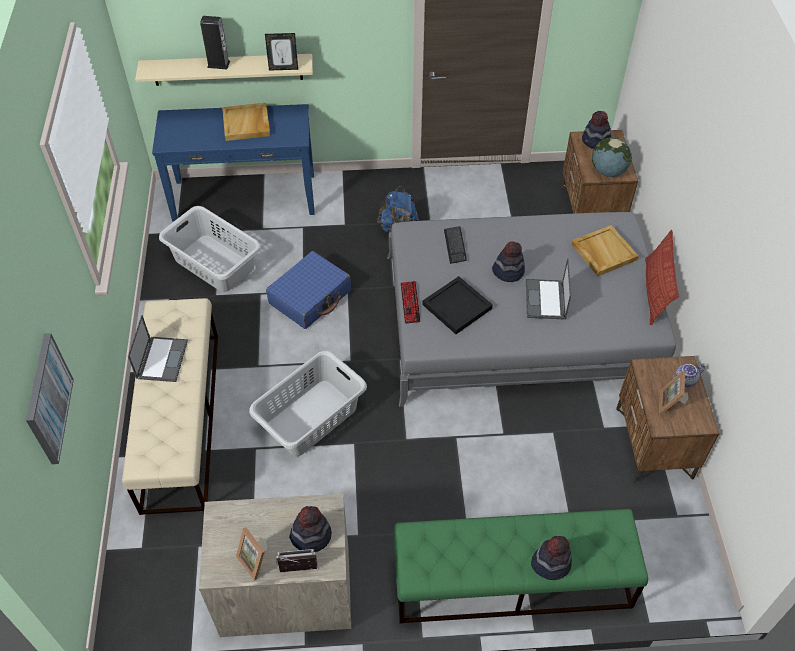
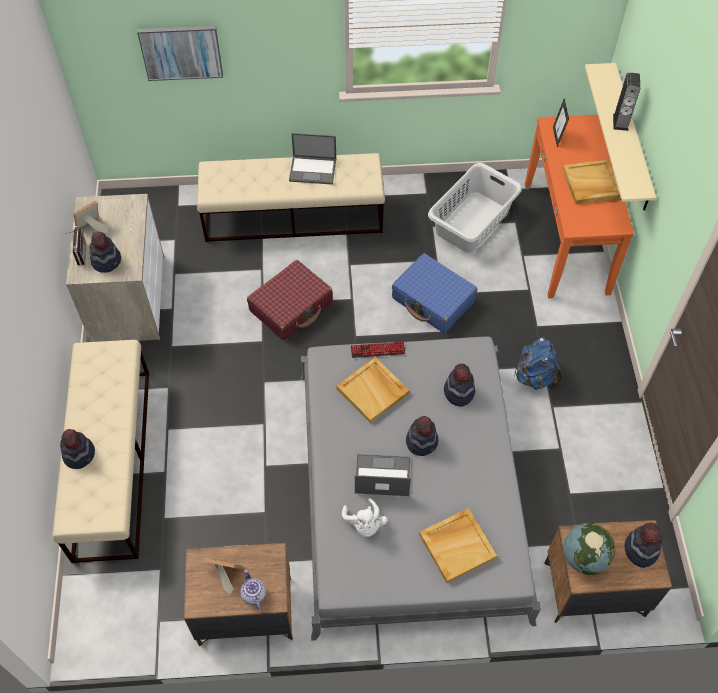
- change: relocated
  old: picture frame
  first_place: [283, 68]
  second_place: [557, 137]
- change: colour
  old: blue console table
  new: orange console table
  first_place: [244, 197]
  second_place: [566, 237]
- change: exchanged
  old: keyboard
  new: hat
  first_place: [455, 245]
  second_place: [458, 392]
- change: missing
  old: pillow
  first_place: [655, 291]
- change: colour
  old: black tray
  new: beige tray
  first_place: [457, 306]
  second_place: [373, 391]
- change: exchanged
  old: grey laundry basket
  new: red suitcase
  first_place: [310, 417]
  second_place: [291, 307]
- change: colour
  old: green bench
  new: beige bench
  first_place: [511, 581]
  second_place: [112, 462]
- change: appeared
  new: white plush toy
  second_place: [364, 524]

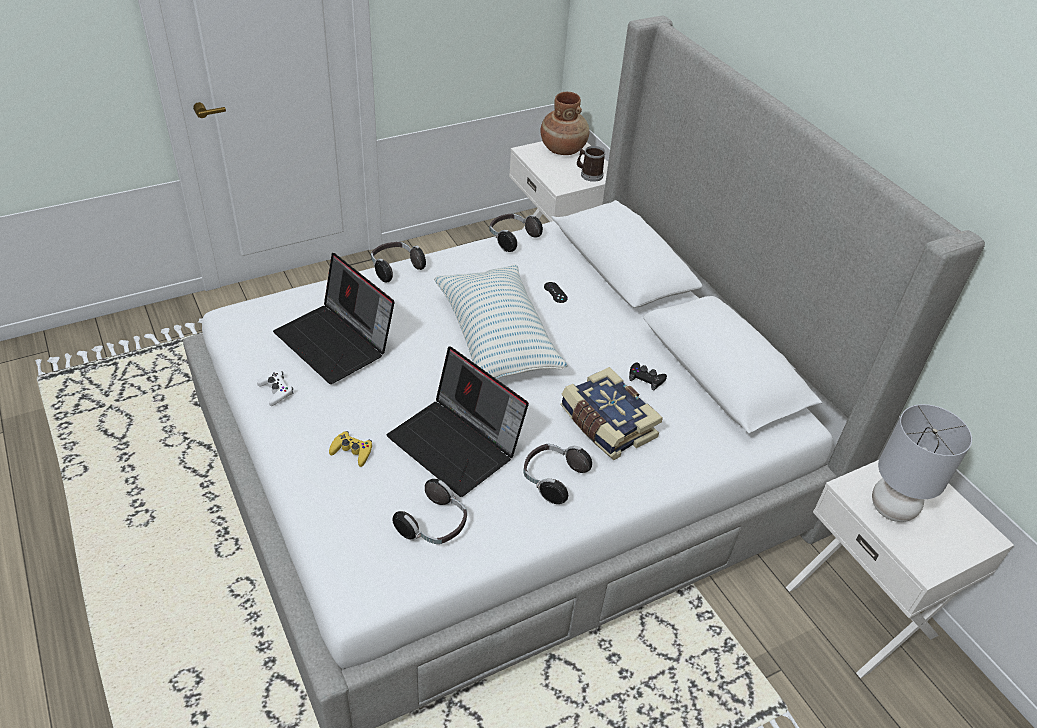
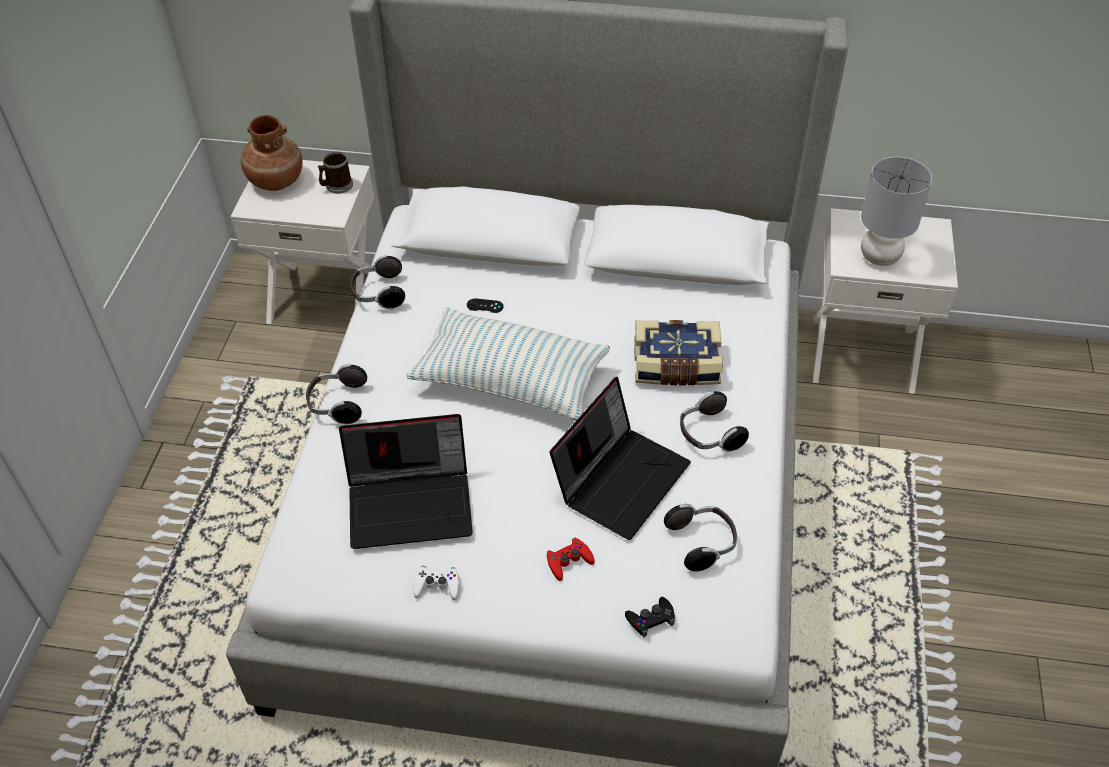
- change: spun
  old: laptop
  first_place: [457, 445]
  second_place: [621, 479]
  degrees: -45
- change: relocated
  old: black game controller
  first_place: [646, 379]
  second_place: [651, 619]
- change: colour
  old: yellow game controller
  new: red game controller
  first_place: [352, 451]
  second_place: [569, 561]

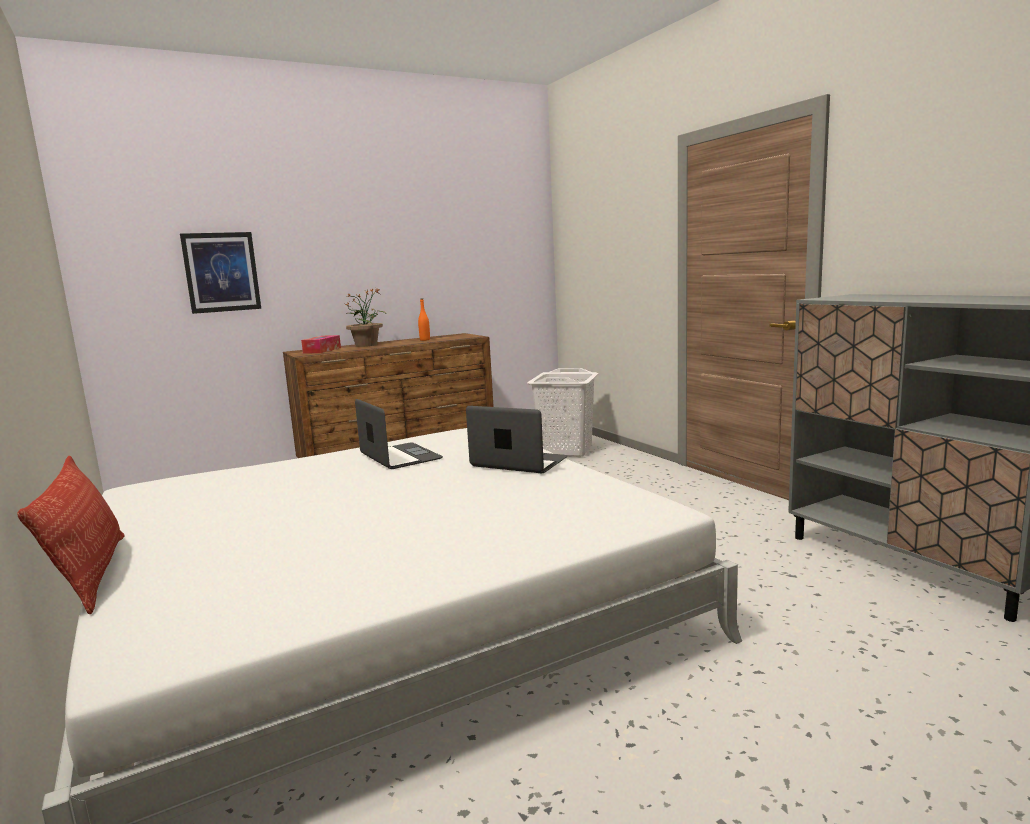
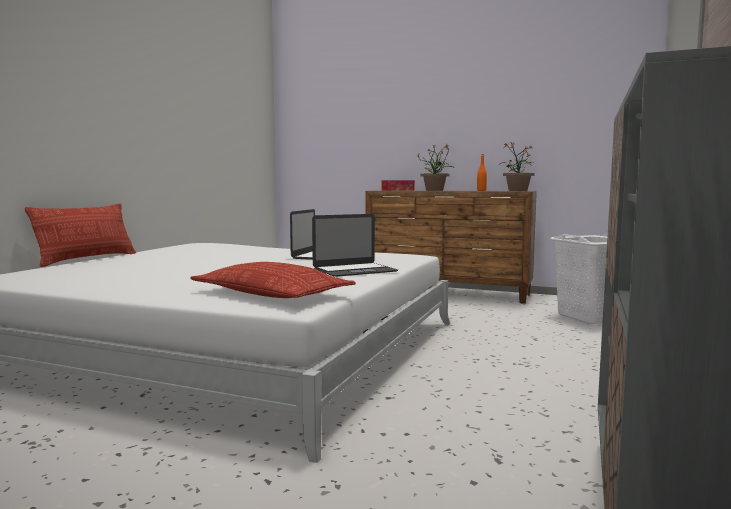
- change: missing
  old: picture
  first_place: [221, 272]
- change: spun
  old: laptop
  first_place: [519, 462]
  second_place: [355, 270]
  degrees: 75
- change: appeared
  new: potted plant
  second_place: [517, 190]
- change: appeared
  new: pillow
  second_place: [271, 293]

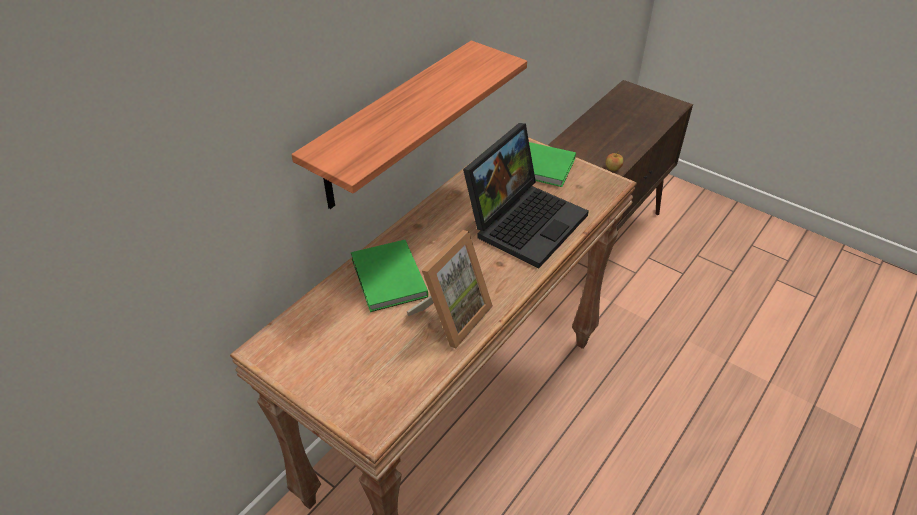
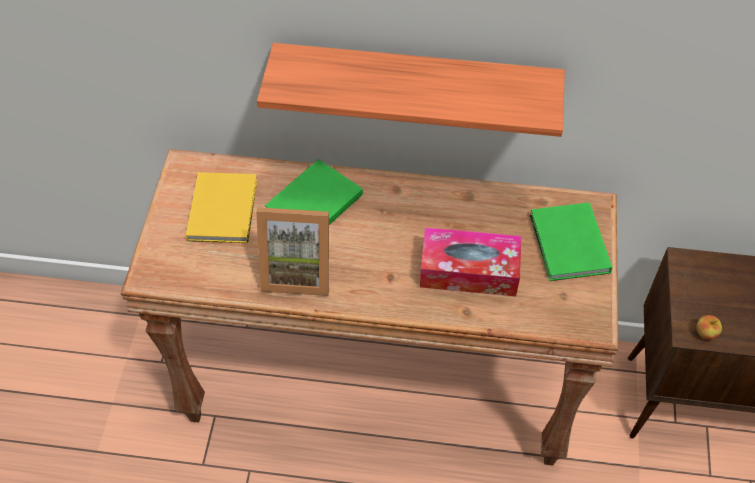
- change: exchanged
  old: laptop
  new: tissue box
  first_place: [525, 220]
  second_place: [469, 271]
- change: appeared
  new: yellow book
  second_place: [224, 208]

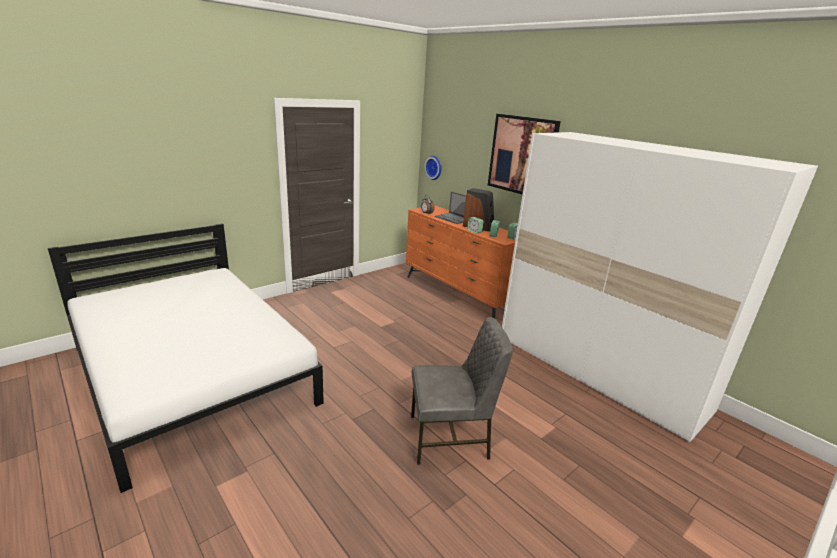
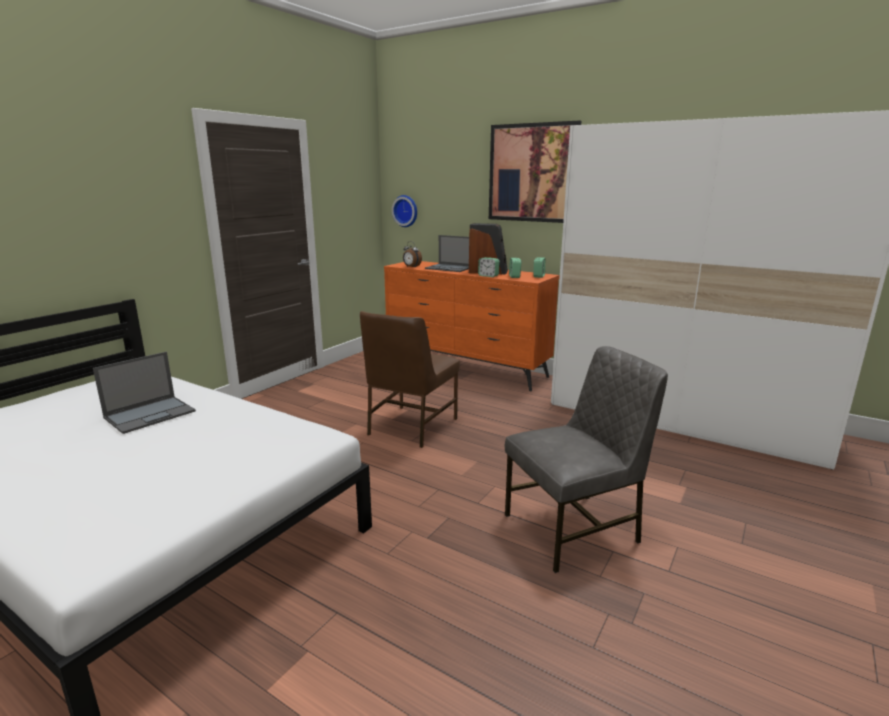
- change: appeared
  new: brown chair
  second_place: [411, 427]
- change: appeared
  new: laptop
  second_place: [151, 414]

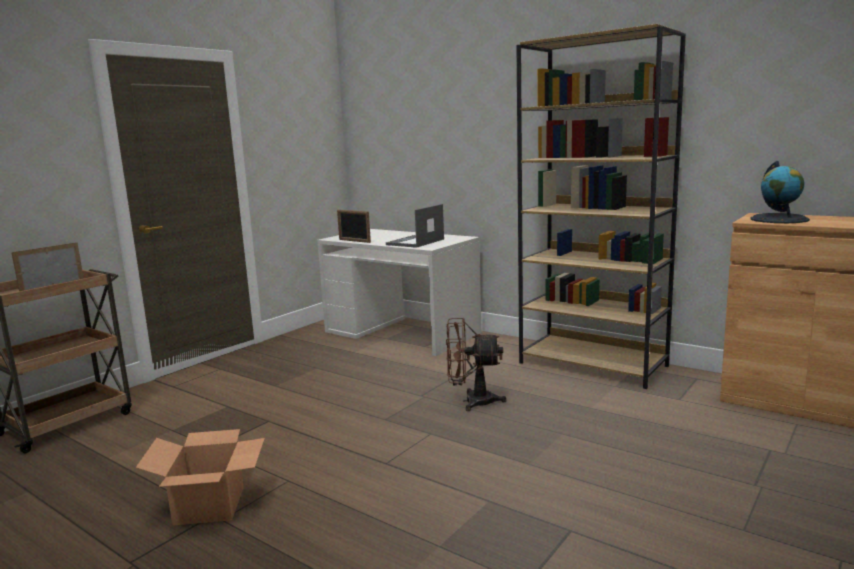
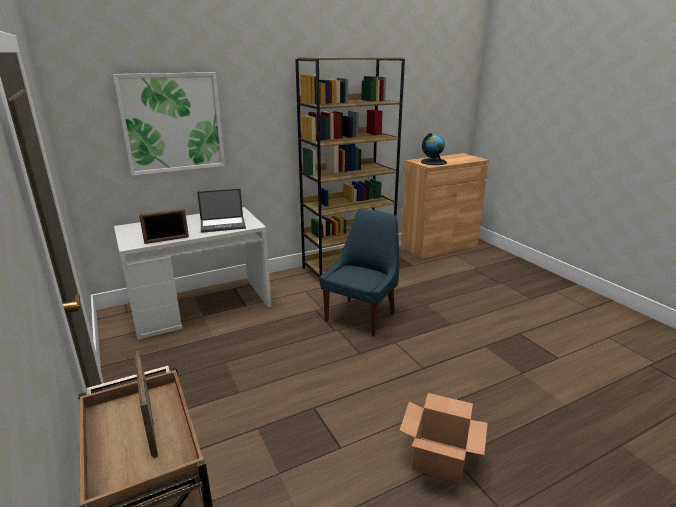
- change: spun
  old: laptop
  first_place: [415, 242]
  second_place: [223, 224]
  degrees: -75
- change: exchanged
  old: brown fan
  new: blue chair
  first_place: [471, 401]
  second_place: [361, 316]
- change: appeared
  new: picture
  second_place: [173, 123]

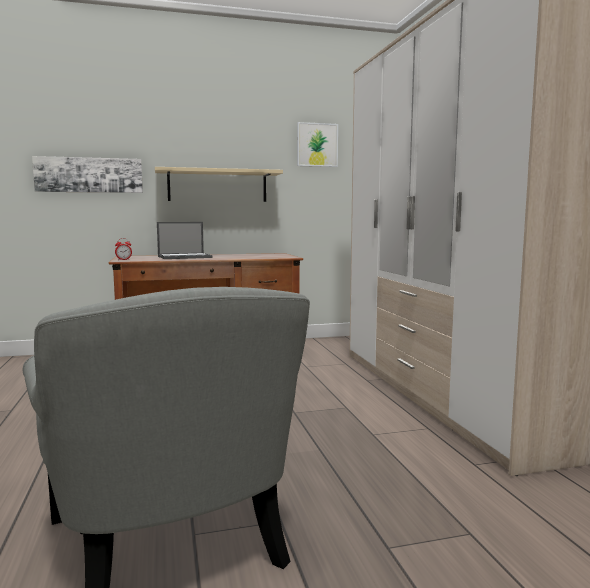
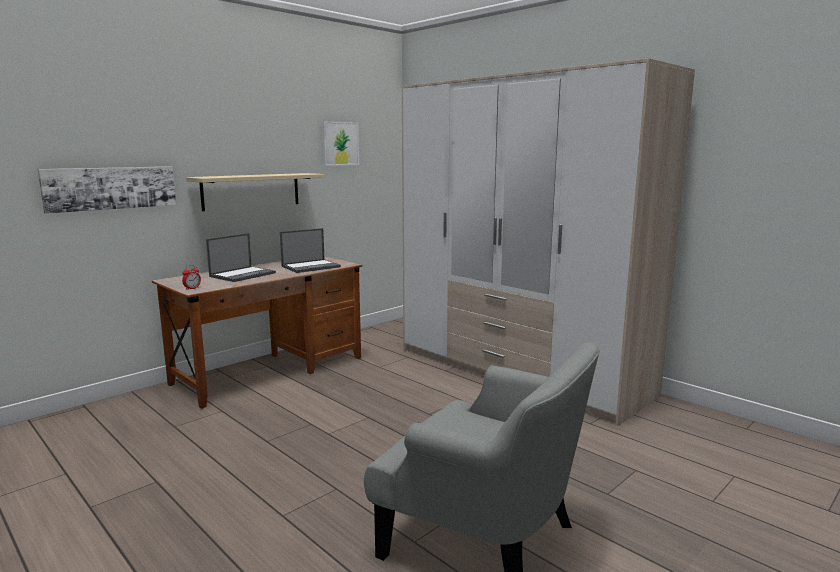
- change: appeared
  new: laptop
  second_place: [311, 266]

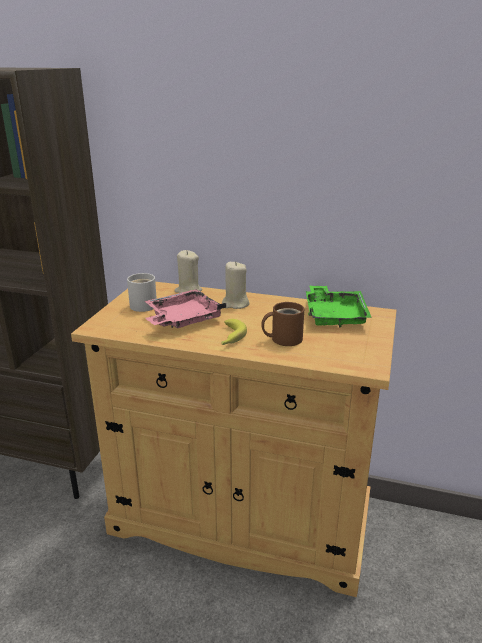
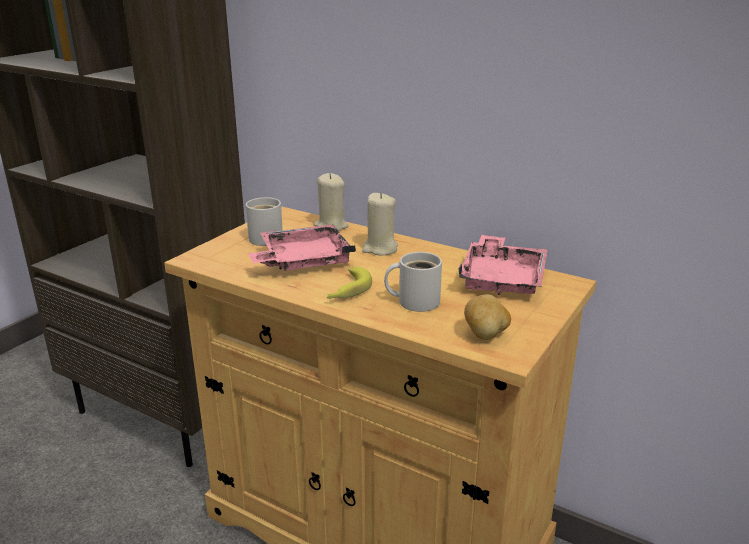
- change: colour
  old: green tray
  new: pink tray
  first_place: [334, 315]
  second_place: [502, 279]
- change: colour
  old: brown mug
  new: white mug
  first_place: [283, 338]
  second_place: [415, 301]
- change: appeared
  new: potato
  second_place: [485, 335]

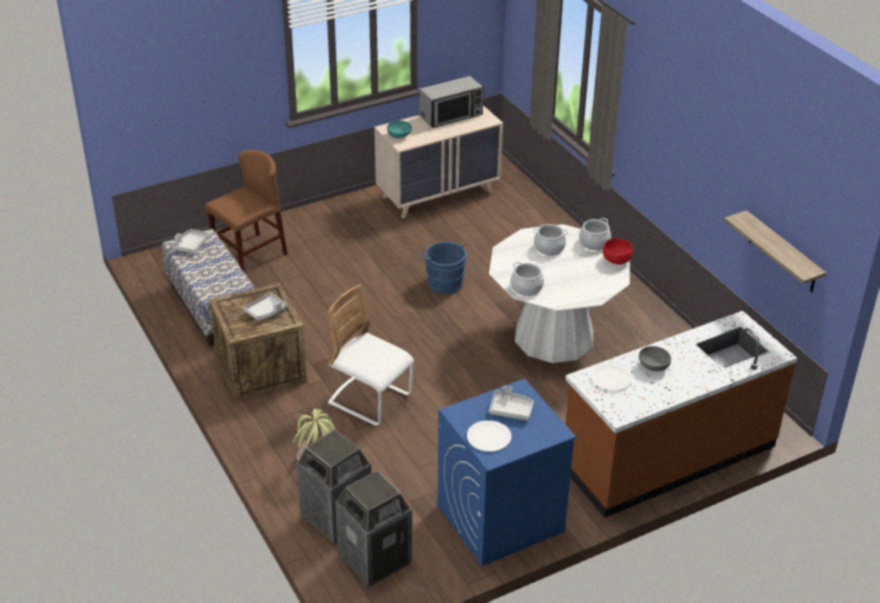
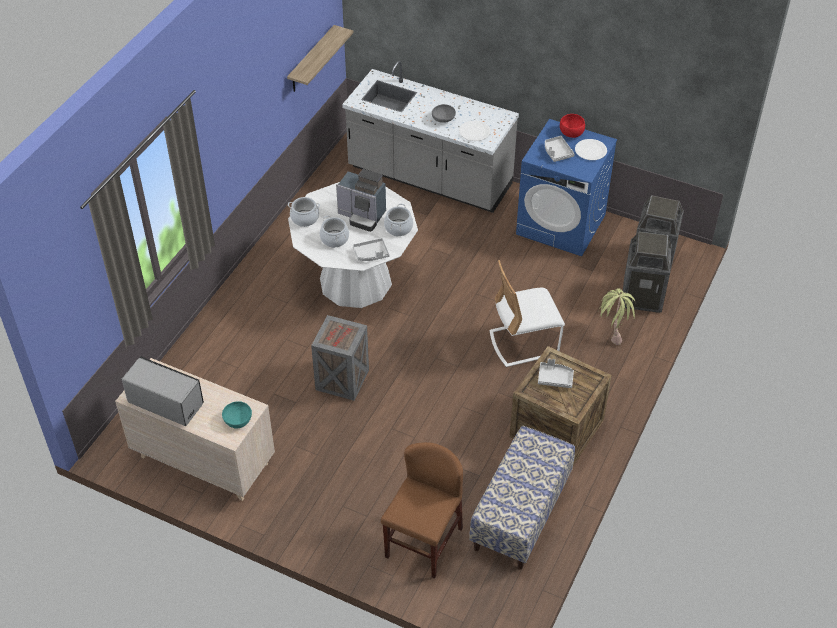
- change: spun
  old: brown chair
  first_place: [250, 255]
  second_place: [423, 543]
  degrees: 105
- change: relocated
  old: grey tray
  first_place: [191, 245]
  second_place: [371, 254]
- change: relocated
  old: red bowl
  first_place: [616, 260]
  second_place: [571, 133]
- change: exchanged
  old: blue bucket
  new: crate
  first_place: [444, 282]
  second_place: [343, 379]
- change: spun
  old: white chair
  first_place: [370, 400]
  second_place: [523, 343]
  degrees: 75
- change: colour
  old: brown counter
  new: grey counter
  first_place: [668, 455]
  second_place: [429, 178]
- change: appeared
  new: coffee machine
  second_place: [362, 215]

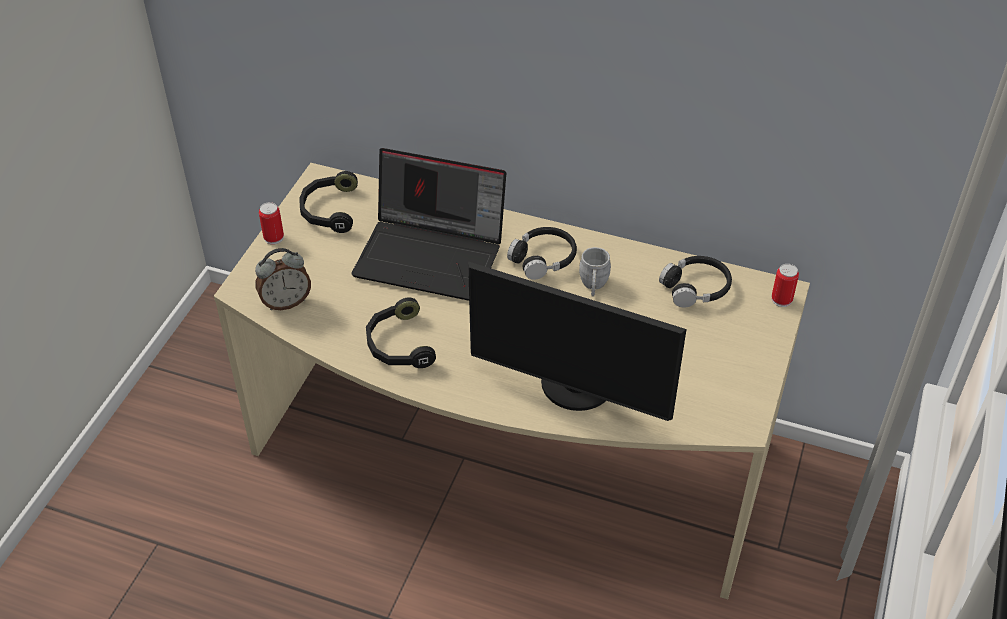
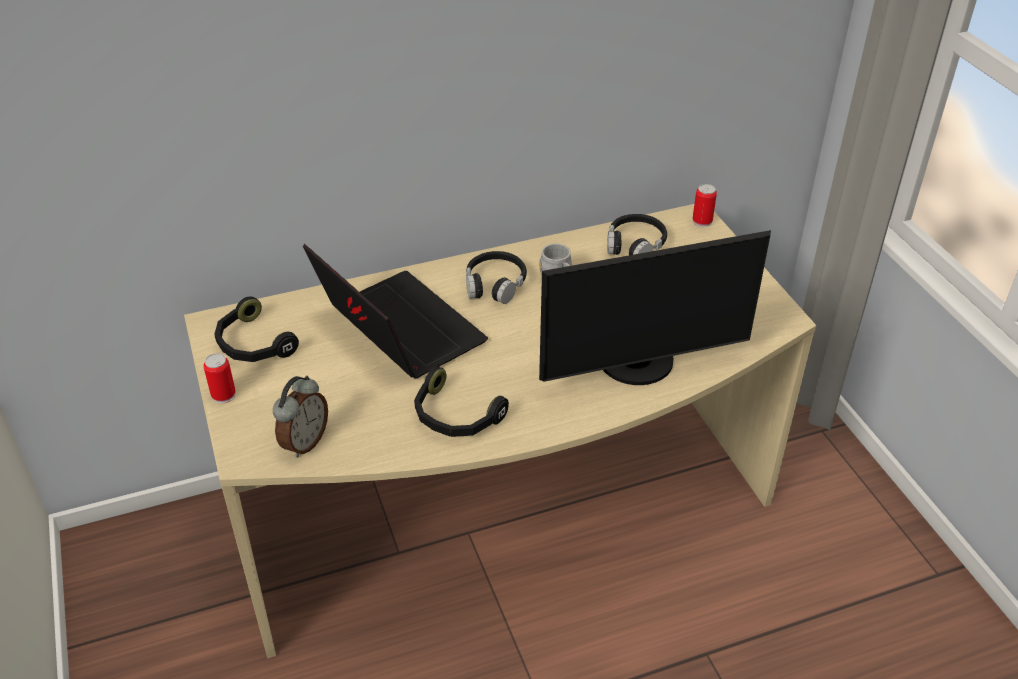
- change: spun
  old: laptop
  first_place: [432, 255]
  second_place: [397, 330]
  degrees: -105

